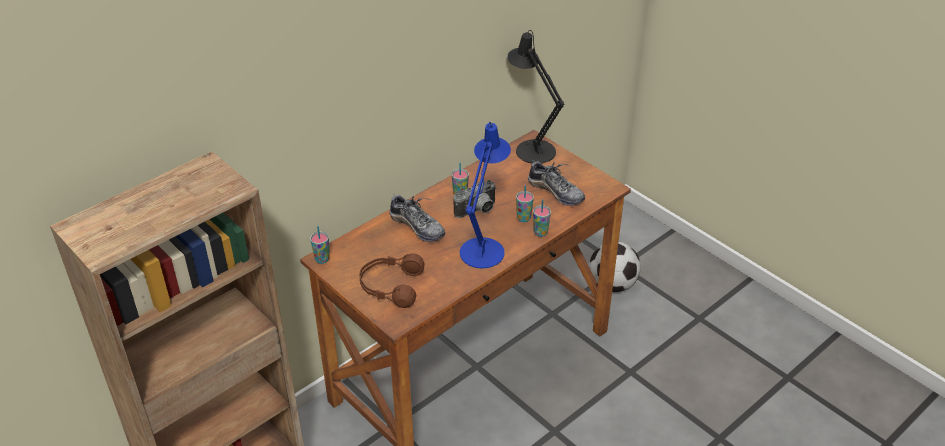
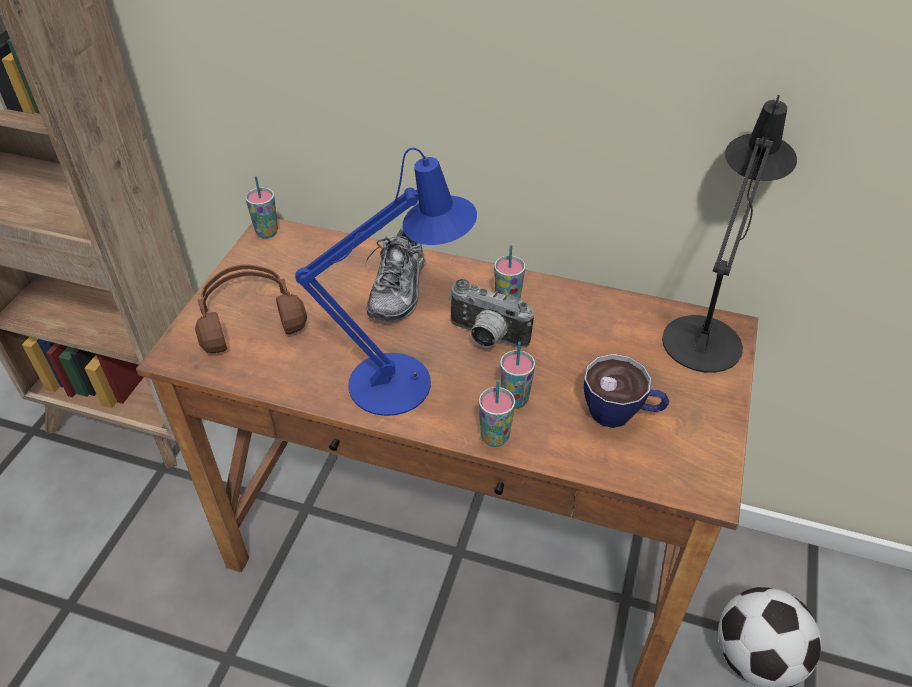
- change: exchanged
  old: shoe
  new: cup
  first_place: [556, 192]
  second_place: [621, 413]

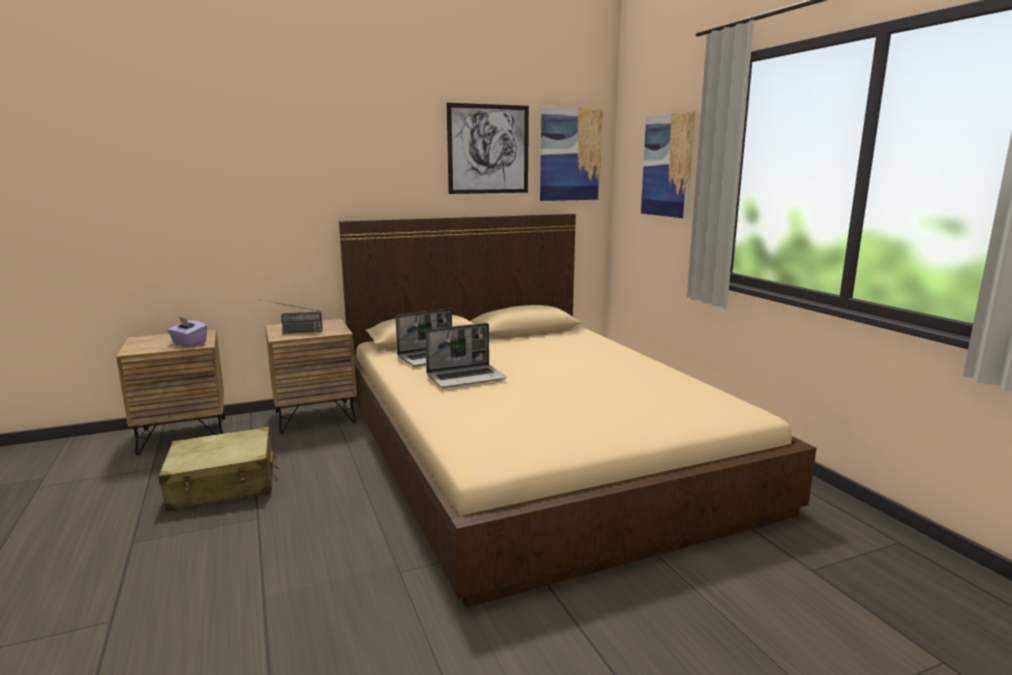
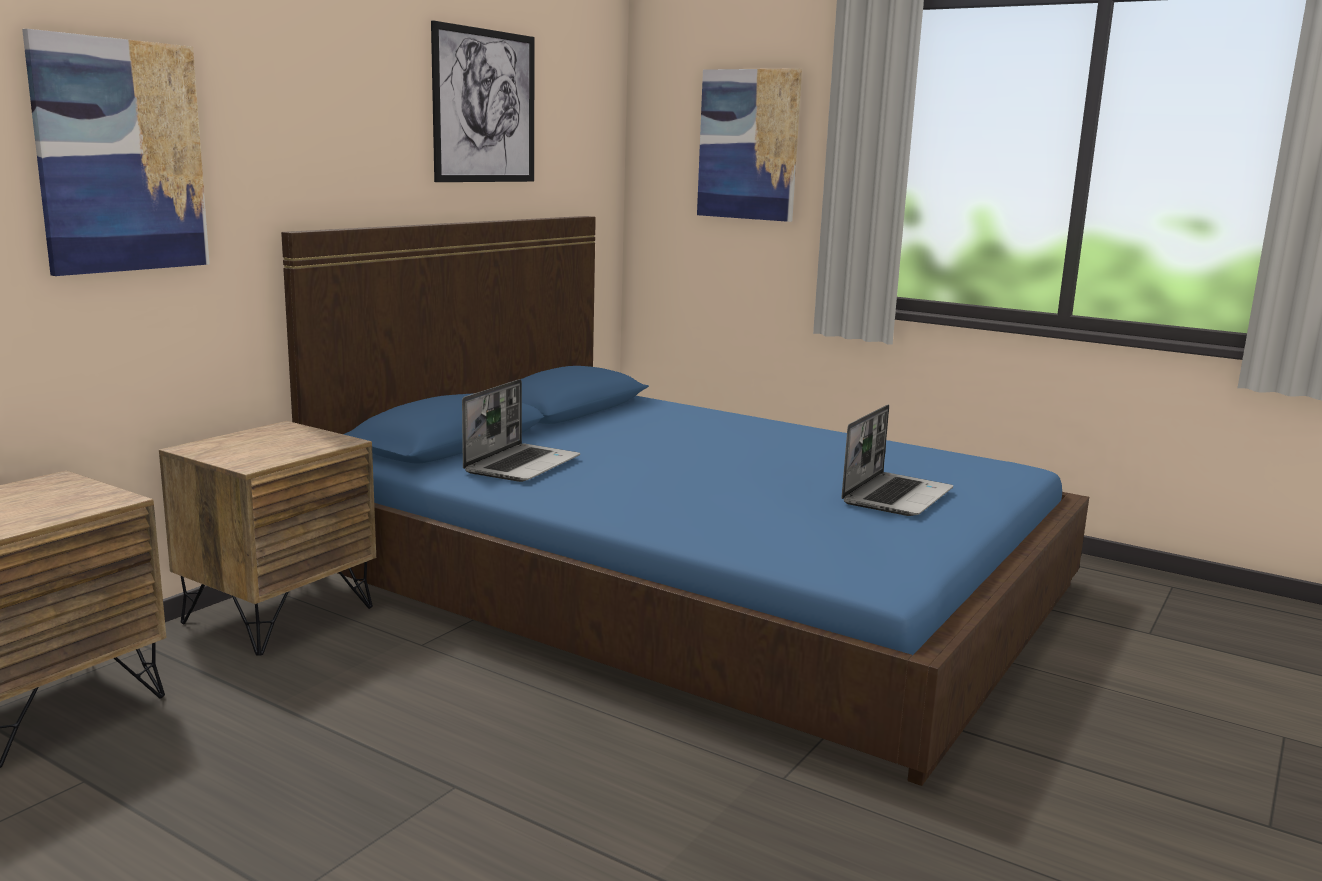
- change: relocated
  old: picture
  first_place: [570, 154]
  second_place: [121, 156]
- change: colour
  old: beige bed
  new: blue bed
  first_place: [533, 446]
  second_place: [695, 579]
- change: missing
  old: radio
  first_place: [292, 332]
- change: missing
  old: purple tissue box
  first_place: [189, 343]
- change: relocated
  old: laptop
  first_place: [466, 377]
  second_place: [896, 496]
- change: missing
  old: beige suitcase
  first_place: [224, 484]

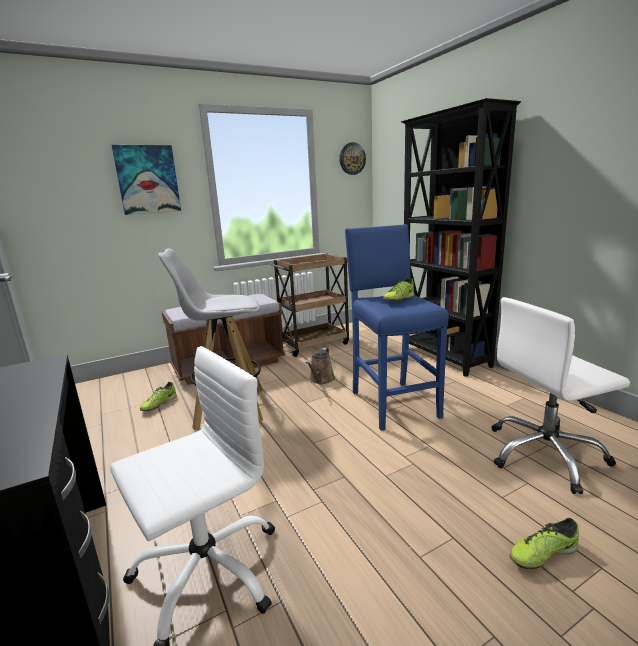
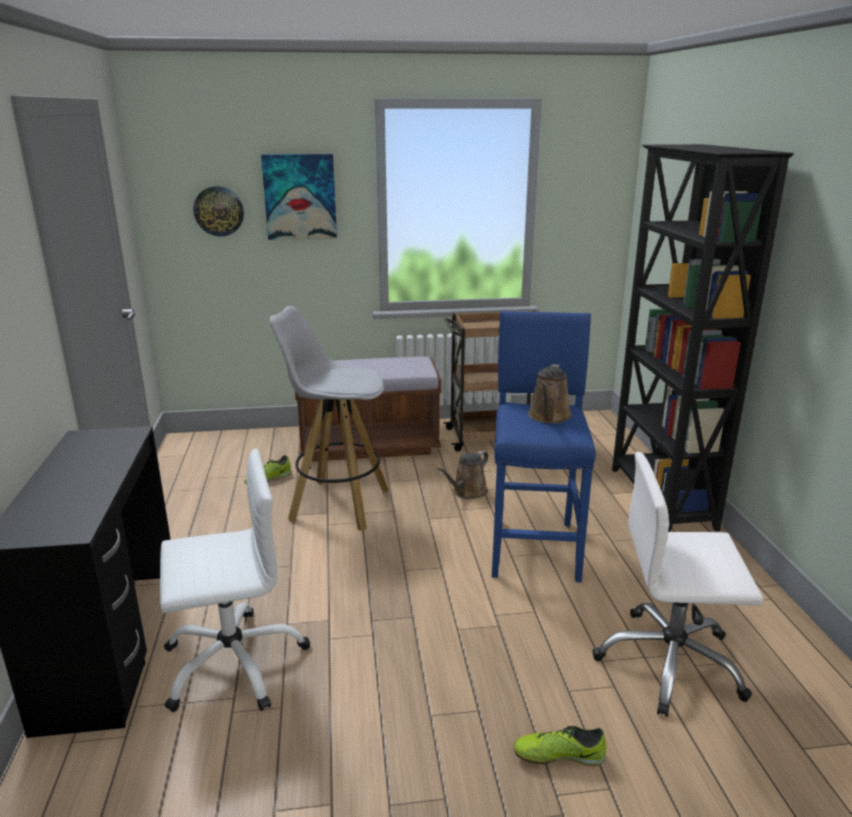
- change: relocated
  old: wall clock
  first_place: [352, 158]
  second_place: [219, 211]
- change: exchanged
  old: shoe
  new: brown watering can
  first_place: [398, 299]
  second_place: [549, 417]

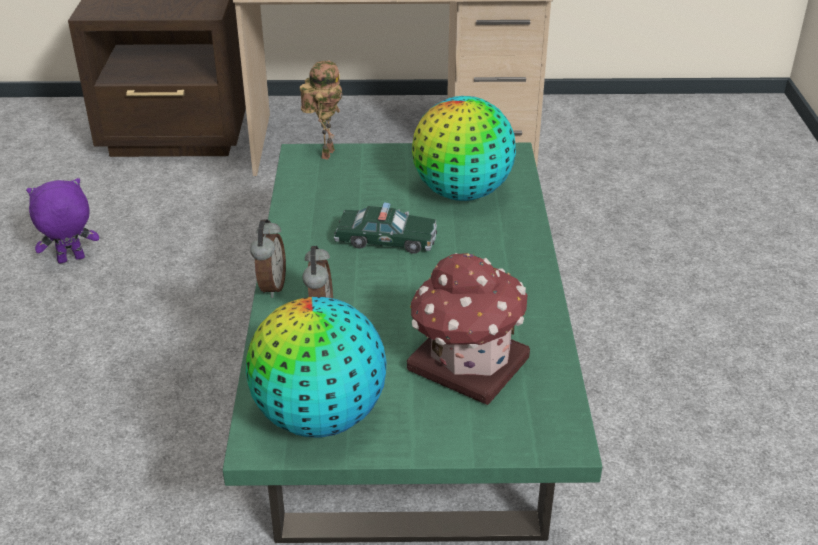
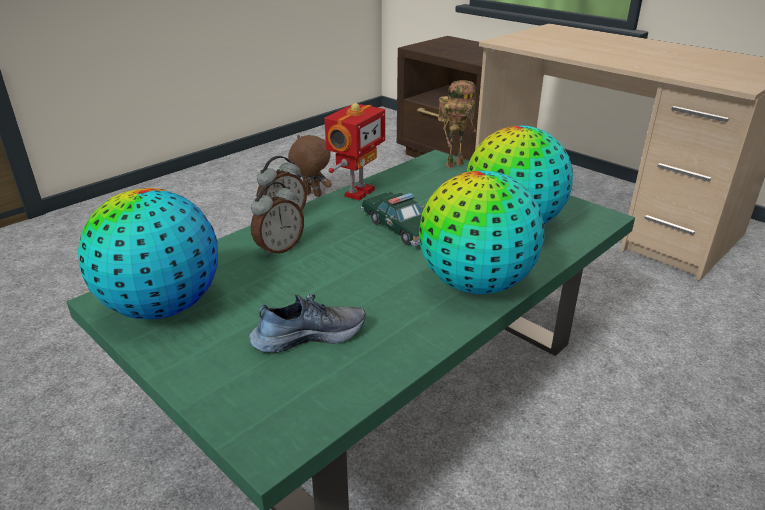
- change: colour
  old: purple plush toy
  new: brown plush toy
  first_place: [71, 260]
  second_place: [311, 195]
- change: exchanged
  old: toy house
  new: shoe
  first_place: [466, 363]
  second_place: [308, 335]
- change: appeared
  new: toy robot
  second_place: [357, 192]
- change: appeared
  new: globe
  second_place: [475, 284]

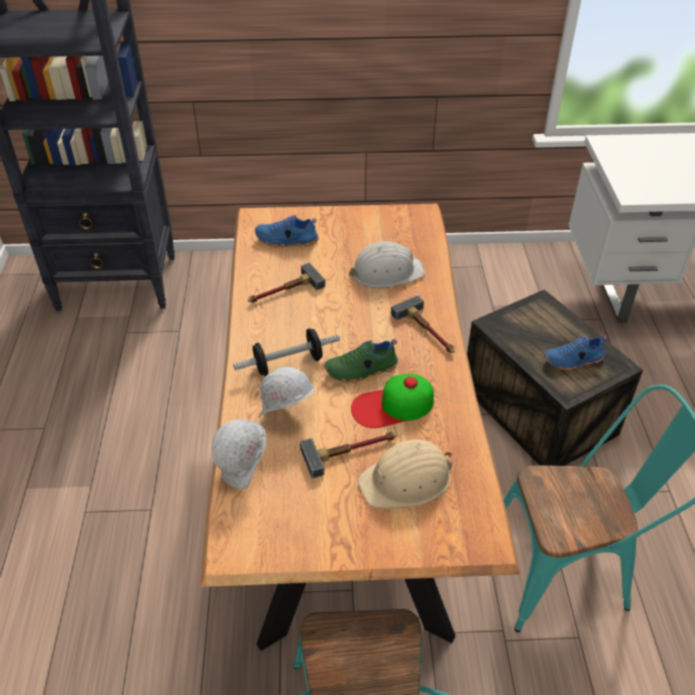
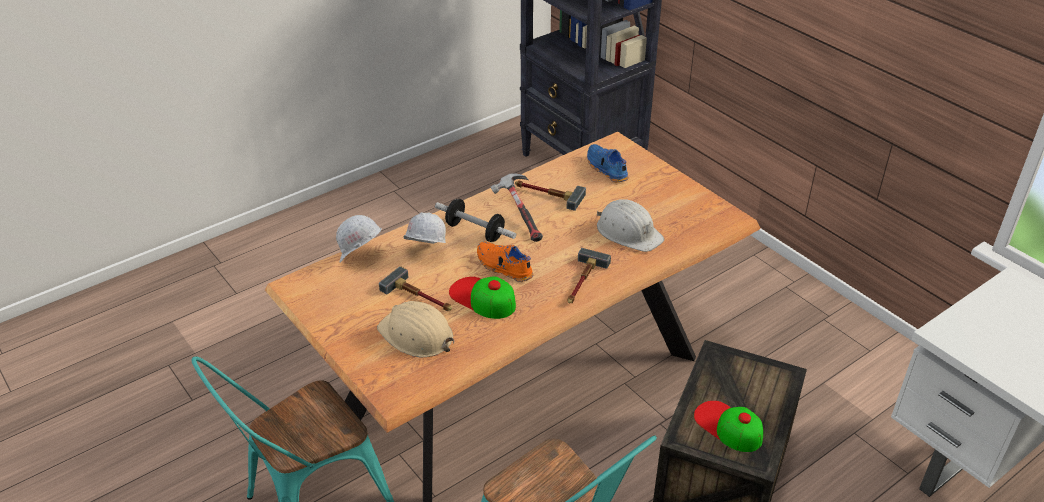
- change: exchanged
  old: blue shoe
  new: cap
  first_place: [573, 361]
  second_place: [728, 426]
- change: colour
  old: green shoe
  new: orange shoe
  first_place: [361, 371]
  second_place: [503, 268]
- change: appeared
  new: hammer
  second_place: [520, 214]

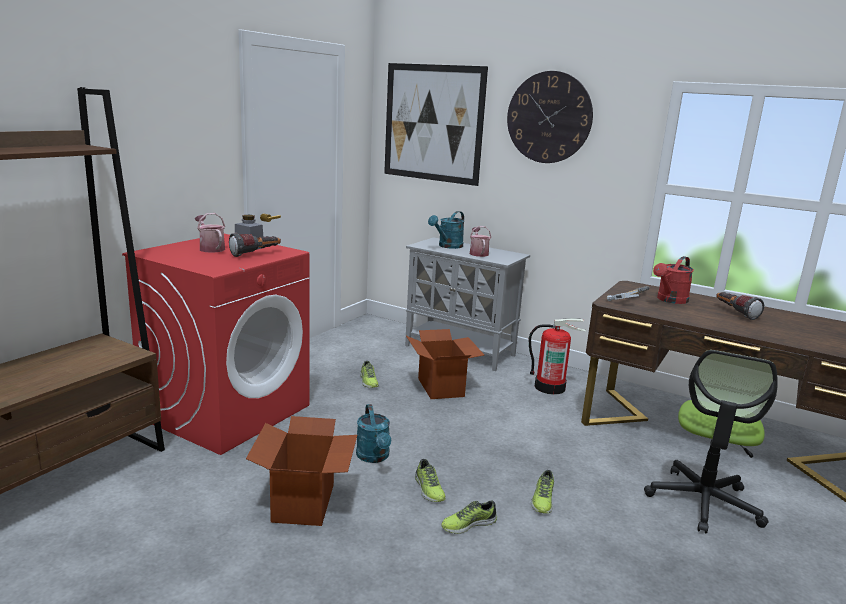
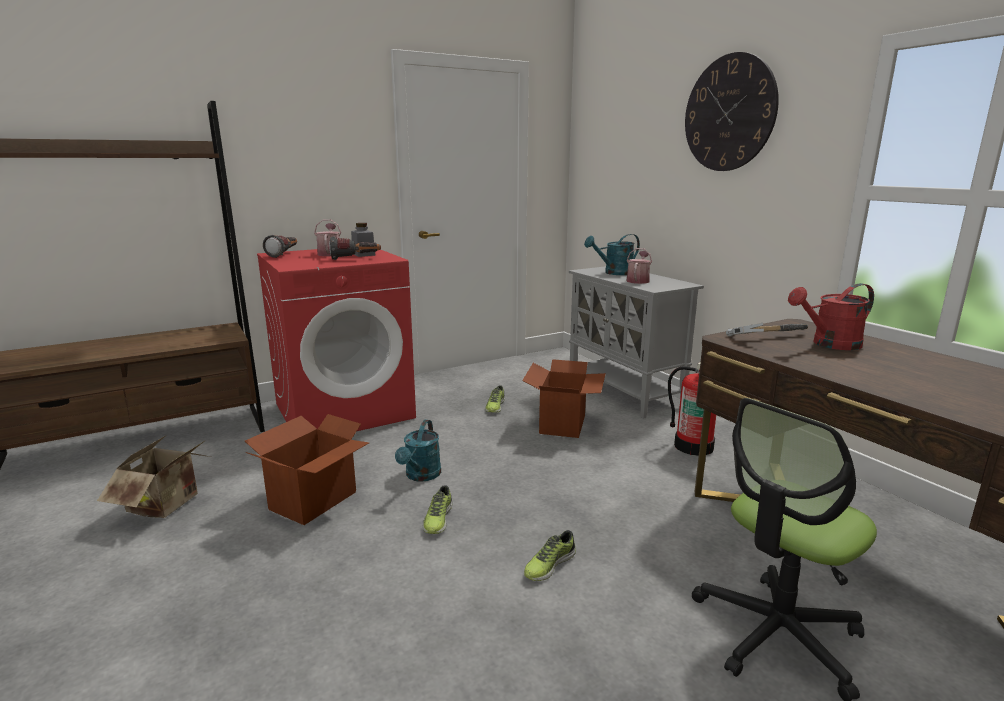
- change: missing
  old: picture
  first_place: [433, 123]
- change: relocated
  old: flashlight
  first_place: [734, 313]
  second_place: [285, 254]
- change: missing
  old: shoe
  first_place: [468, 524]
- change: appeared
  new: cardboard box
  second_place: [168, 504]

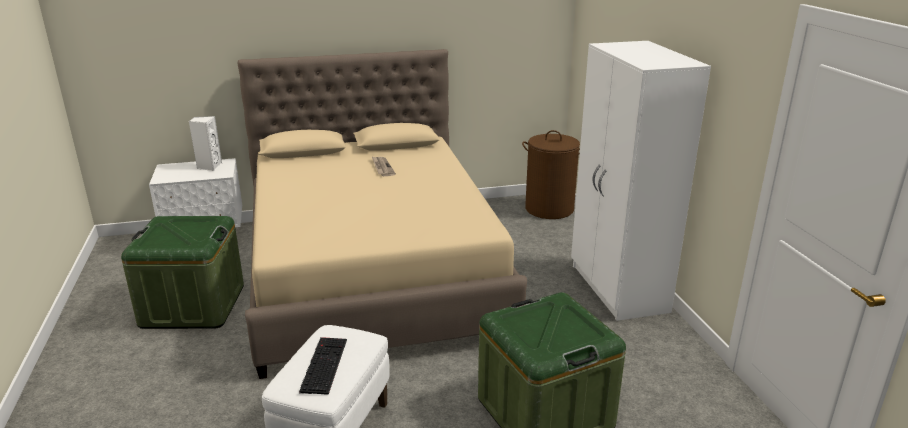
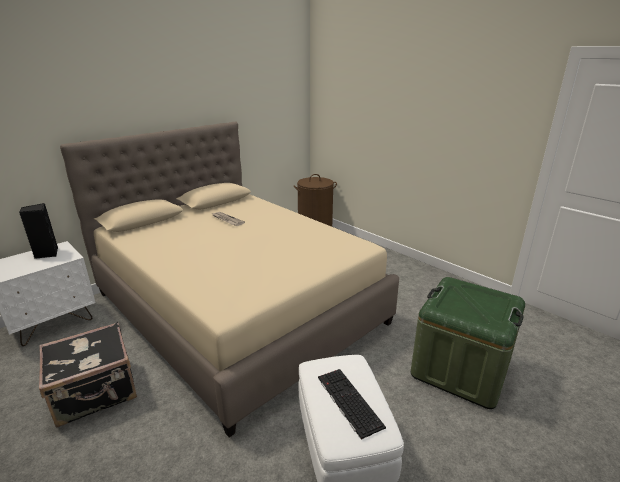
- change: missing
  old: white wardrobe
  first_place: [617, 289]
- change: colour
  old: white speaker
  new: black speaker
  first_place: [209, 166]
  second_place: [46, 253]
- change: exchanged
  old: green storage box
  new: black suitcase
  first_place: [193, 306]
  second_place: [96, 392]

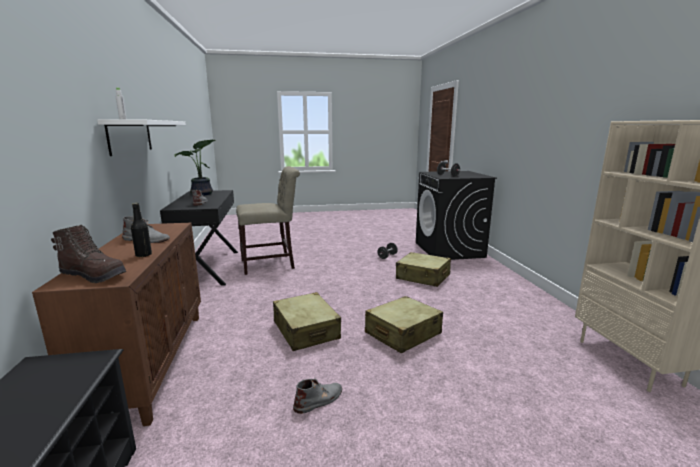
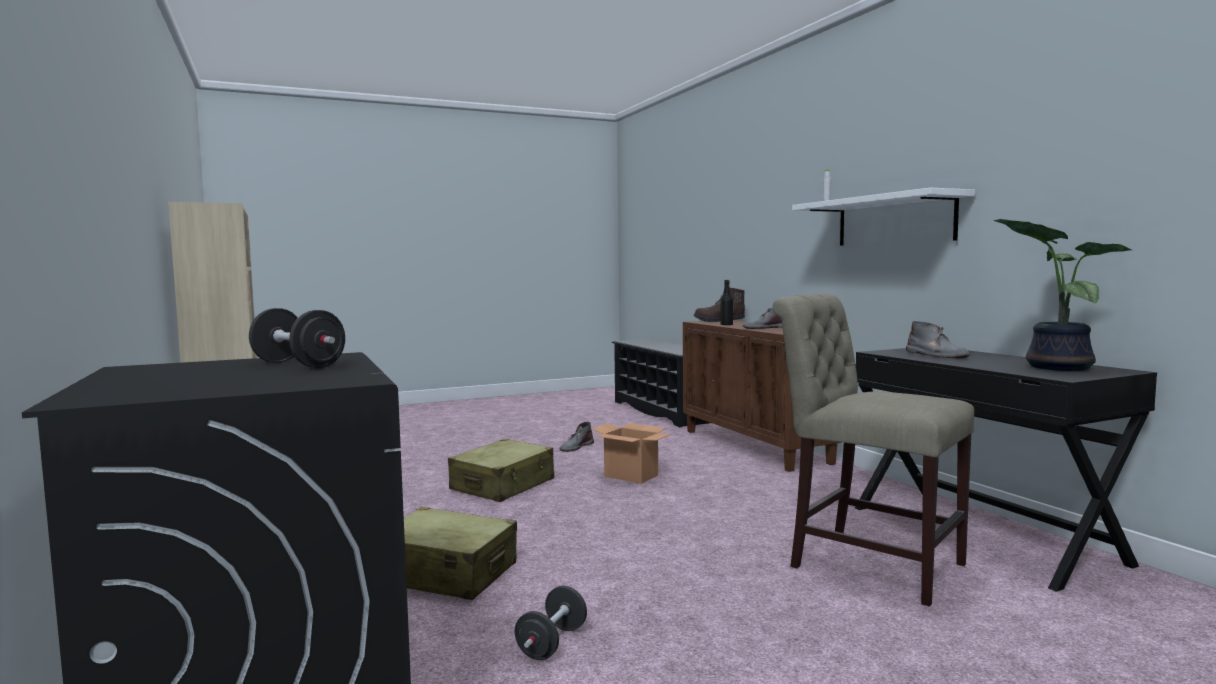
- change: spun
  old: beige chair
  first_place: [271, 264]
  second_place: [867, 562]
  degrees: 75
- change: exchanged
  old: beige suitcase
  new: cardboard box
  first_place: [306, 330]
  second_place: [631, 476]

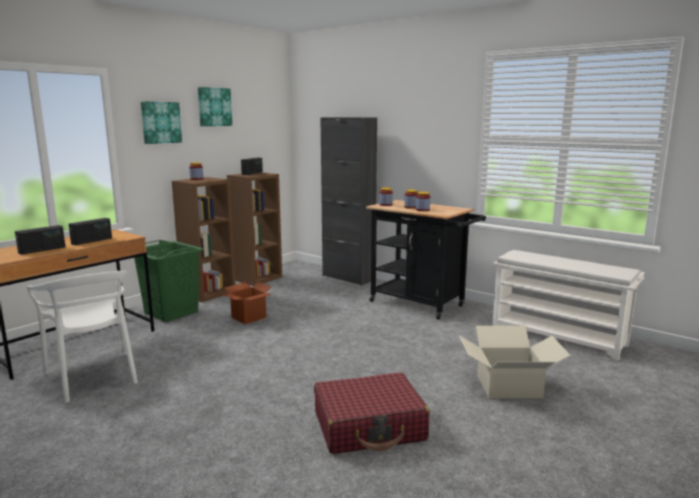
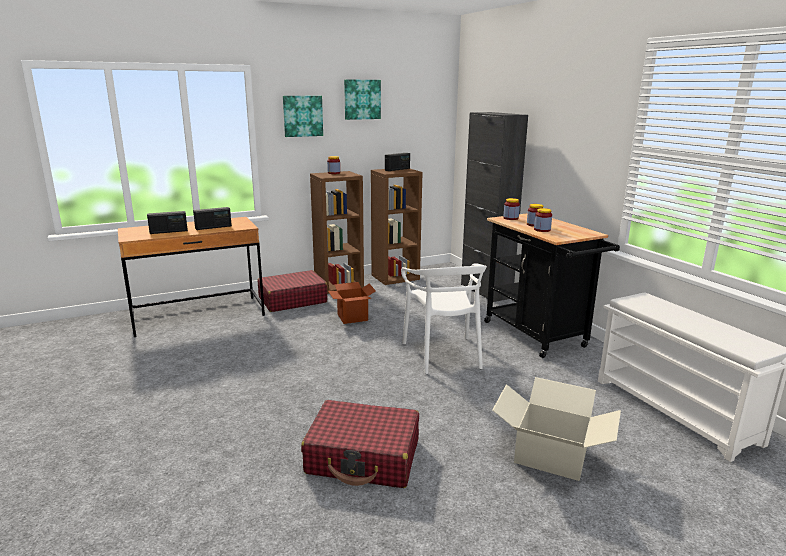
- change: exchanged
  old: green laundry basket
  new: red suitcase
  first_place: [171, 313]
  second_place: [292, 300]
- change: relocated
  old: white chair
  first_place: [94, 376]
  second_place: [443, 354]

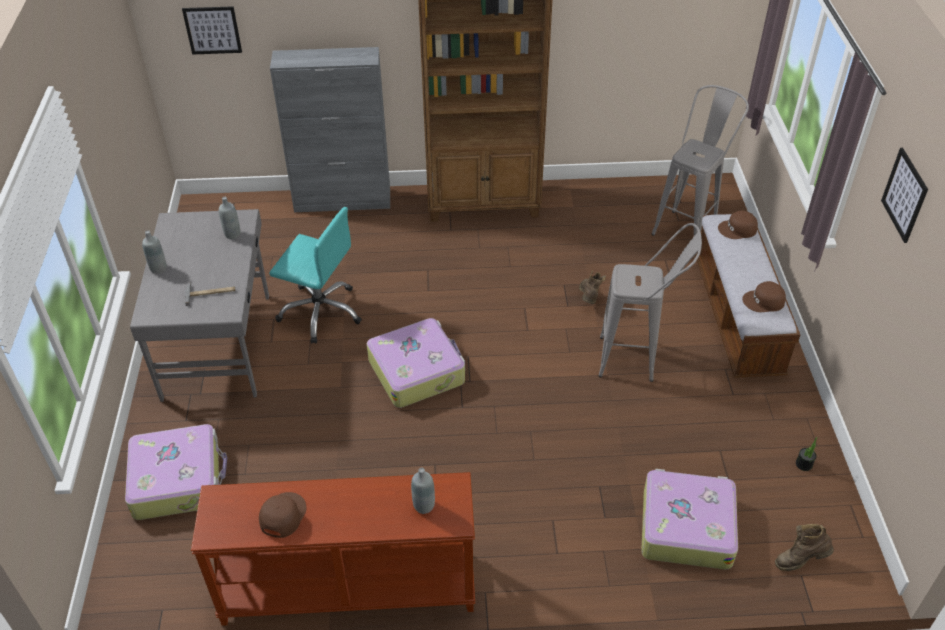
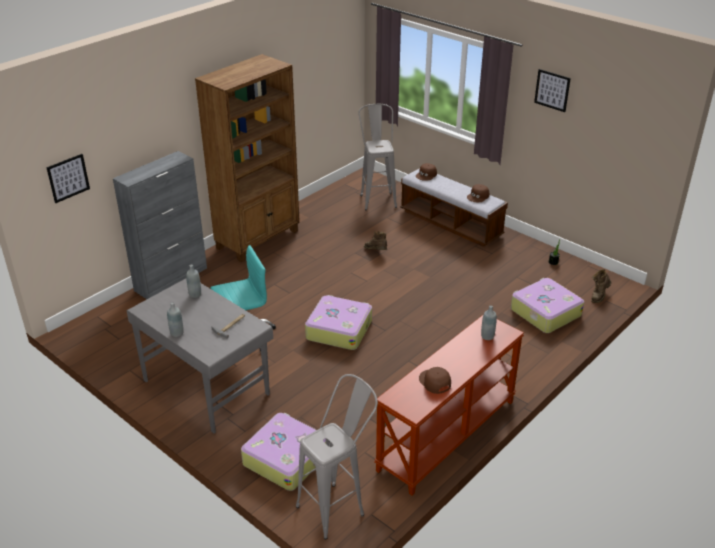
- change: relocated
  old: grey stool
  first_place: [637, 360]
  second_place: [338, 506]

